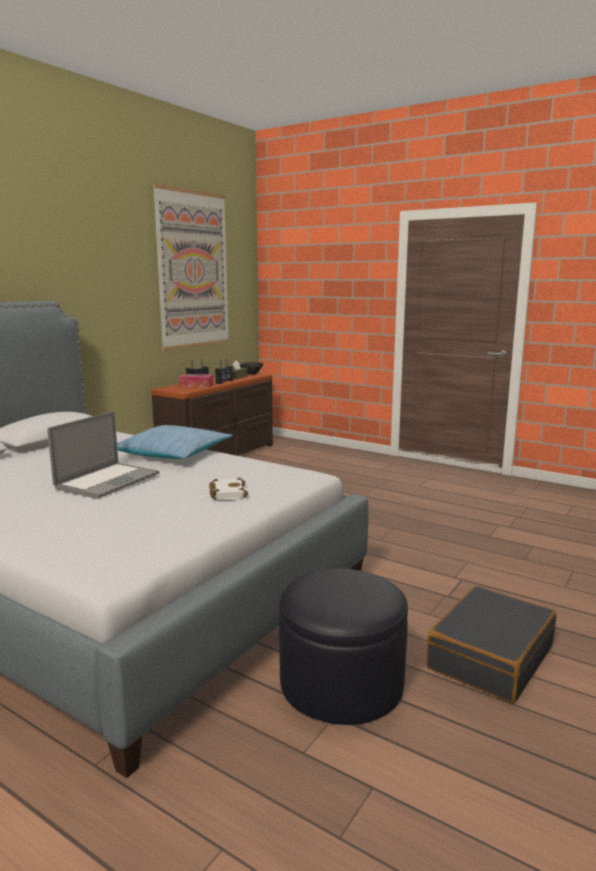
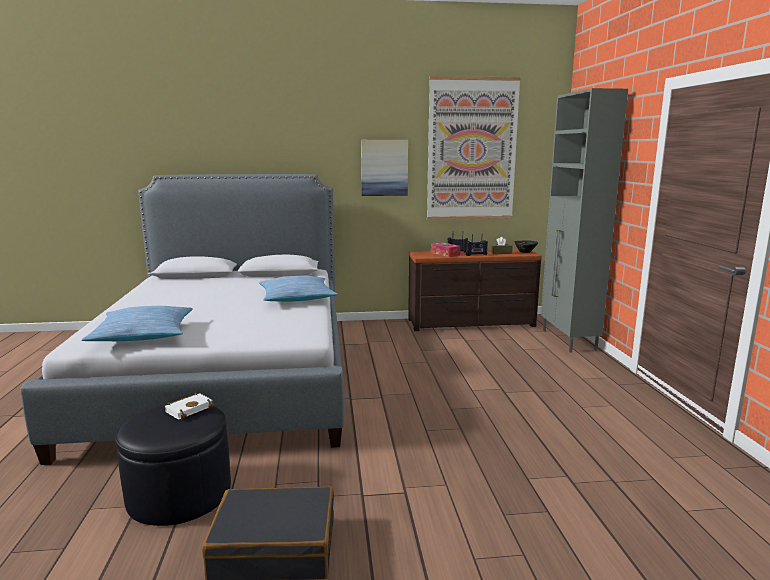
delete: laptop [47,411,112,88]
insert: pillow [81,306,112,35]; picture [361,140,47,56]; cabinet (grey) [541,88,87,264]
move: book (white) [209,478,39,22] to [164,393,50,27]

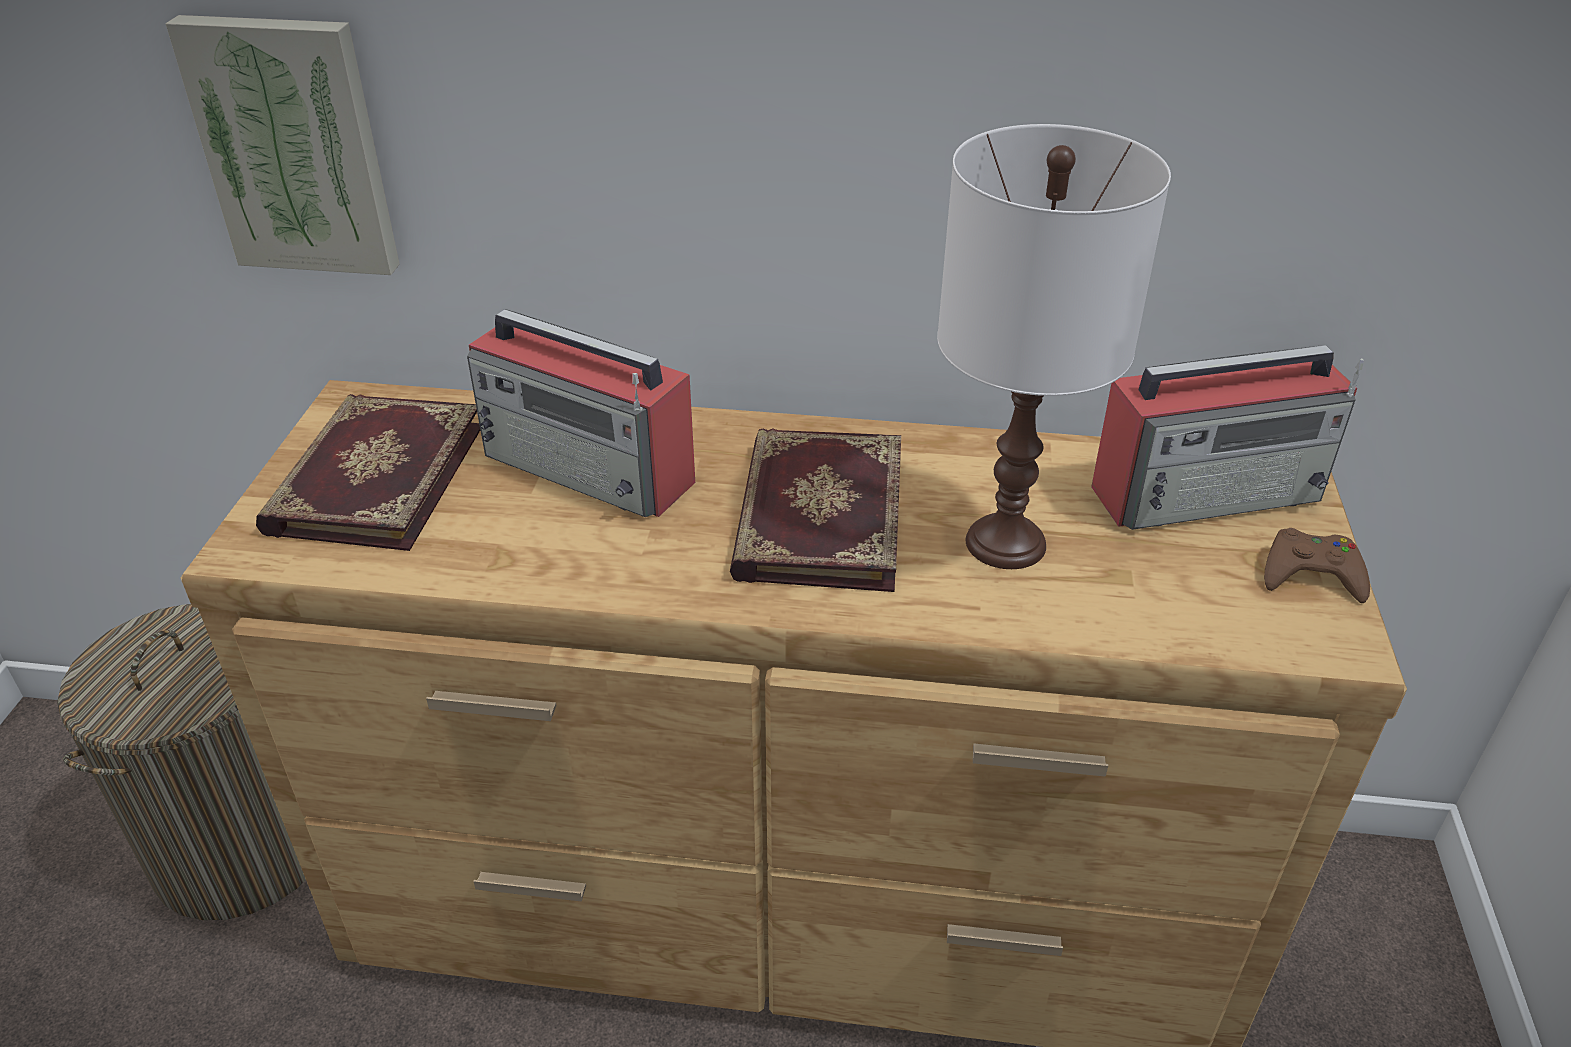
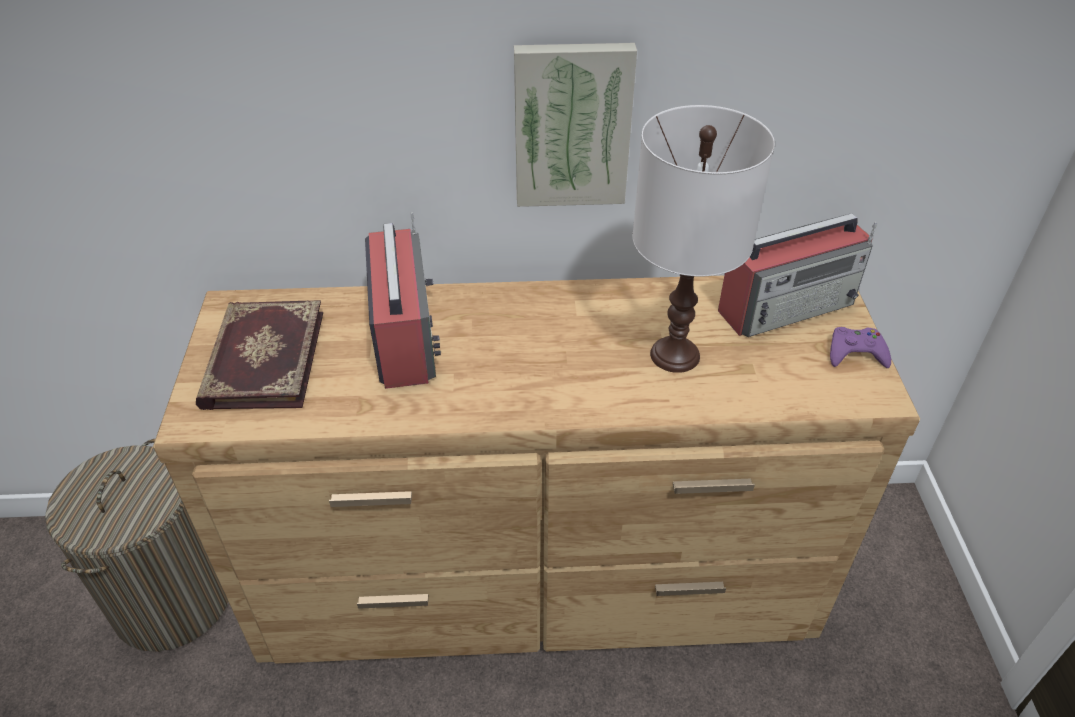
delete: book [730,428,171,164]
move: picture [165,15,235,260] to [514,43,123,164]
recolor: game controller (brown) [1264,528,106,75] to game controller (purple) [830,327,61,41]
rotate: radio [467,309,228,208] = [365,213,76,176] 120 degrees counterclockwise

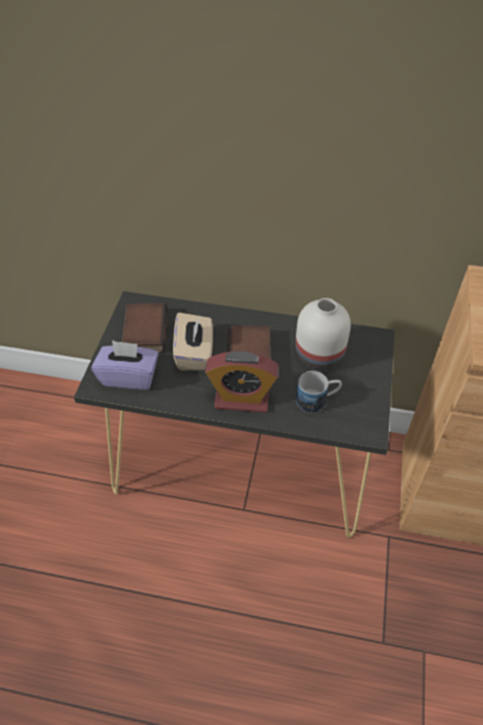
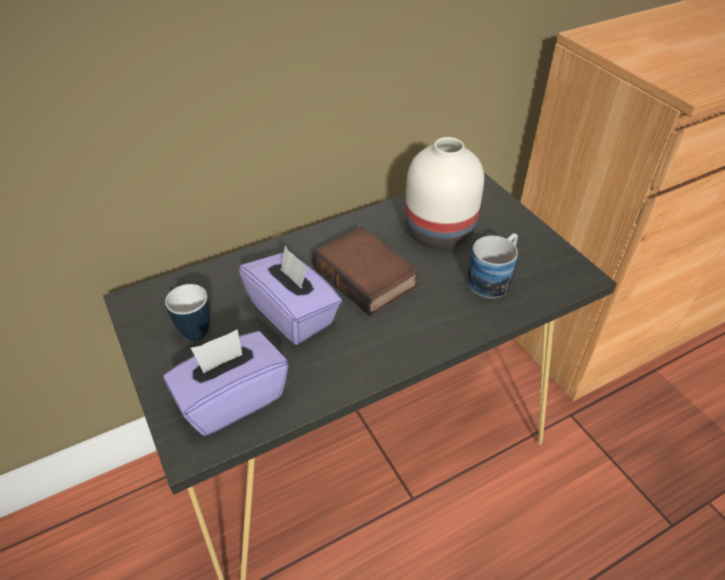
delete: alarm clock [205,351,74,62]
replace: book [122,303,46,50] to mug [165,284,45,57]
recolor: tissue box (beige) [173,313,40,57] to tissue box (purple) [239,246,103,99]

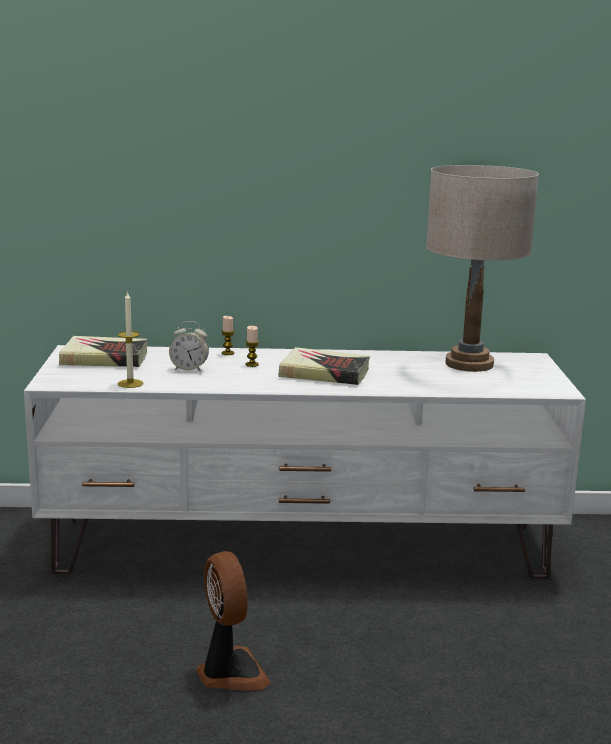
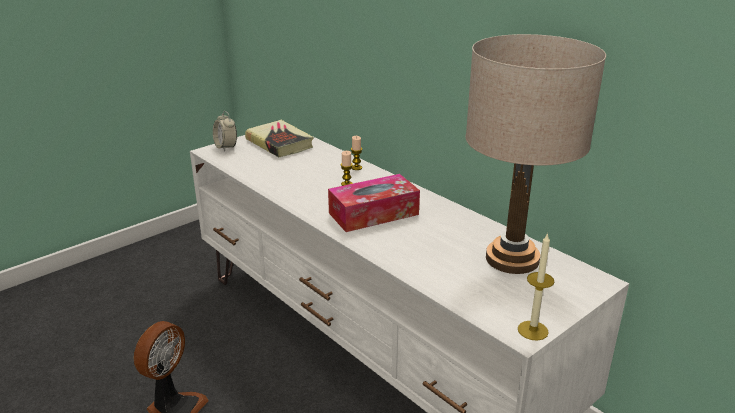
move: candle [118,291,25,97] to [518,233,36,108]; alarm clock [169,321,40,51] to [213,111,24,41]
replace: book [278,347,92,38] to tissue box [328,174,92,58]

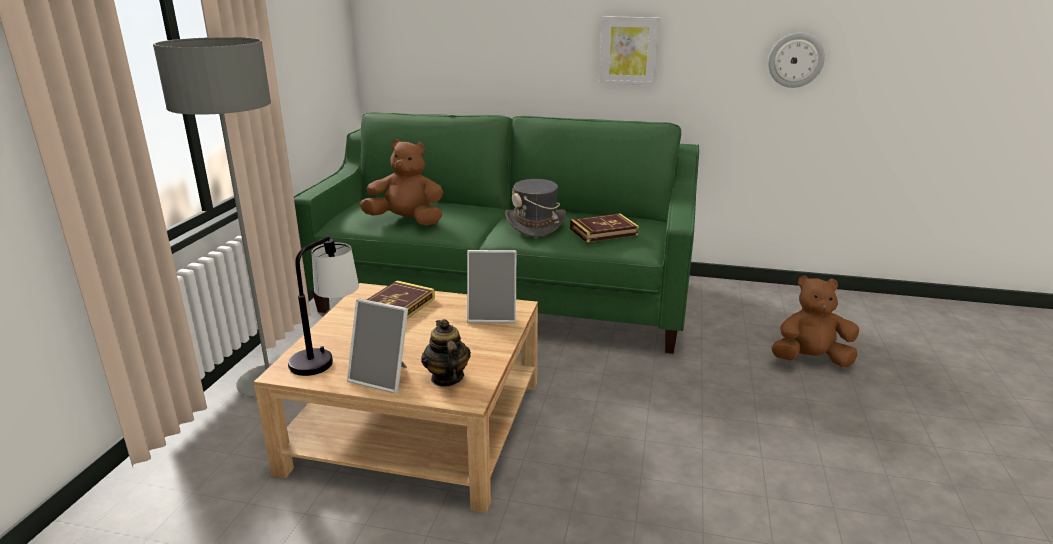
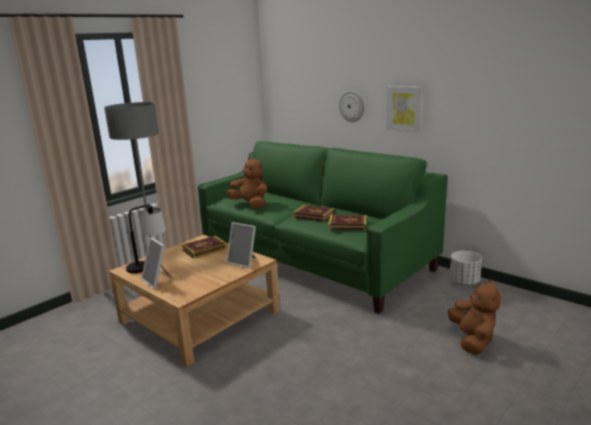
delete: teapot [421,319,50,67]
insert: planter (white) [450,251,32,34]
move: wall clock [768,33,57,55] to [339,90,26,32]
replace: hat (grey) [505,179,61,58] to book [293,205,42,17]
rotate: plush toy (brown) [772,275,87,92] = [448,279,53,76] 60 degrees clockwise

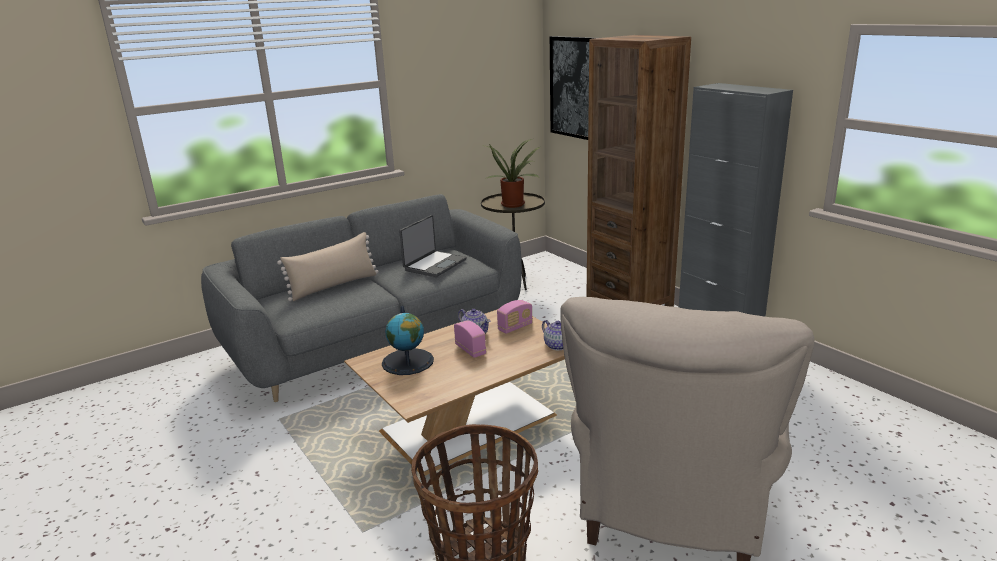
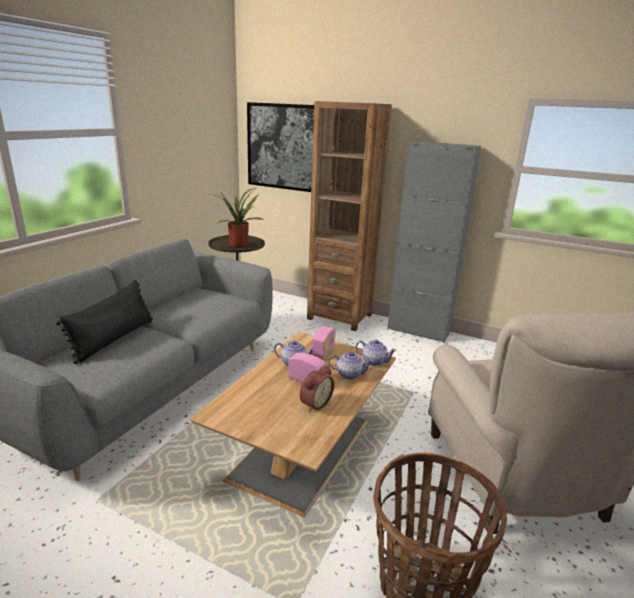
delete: globe [382,306,52,69]; laptop [399,215,68,62]
insert: alarm clock [300,365,34,47]; teapot [328,352,45,28]
recolor: pillow (beige) [277,232,101,69] to pillow (black) [56,280,97,84]

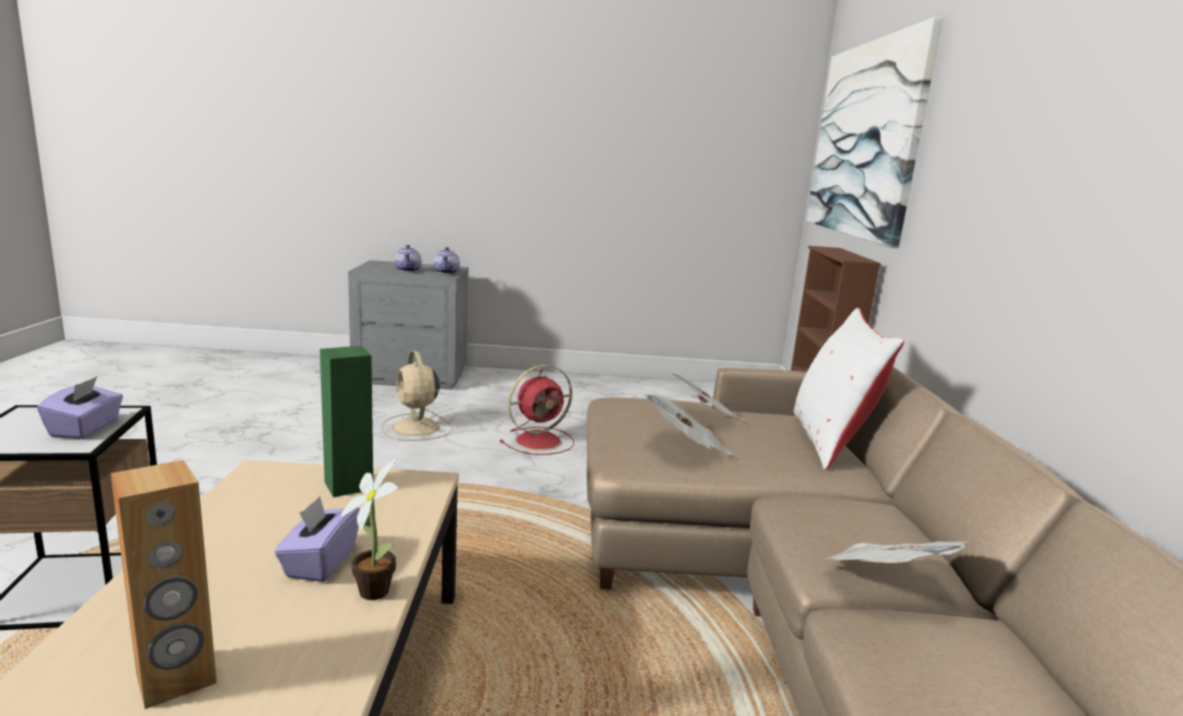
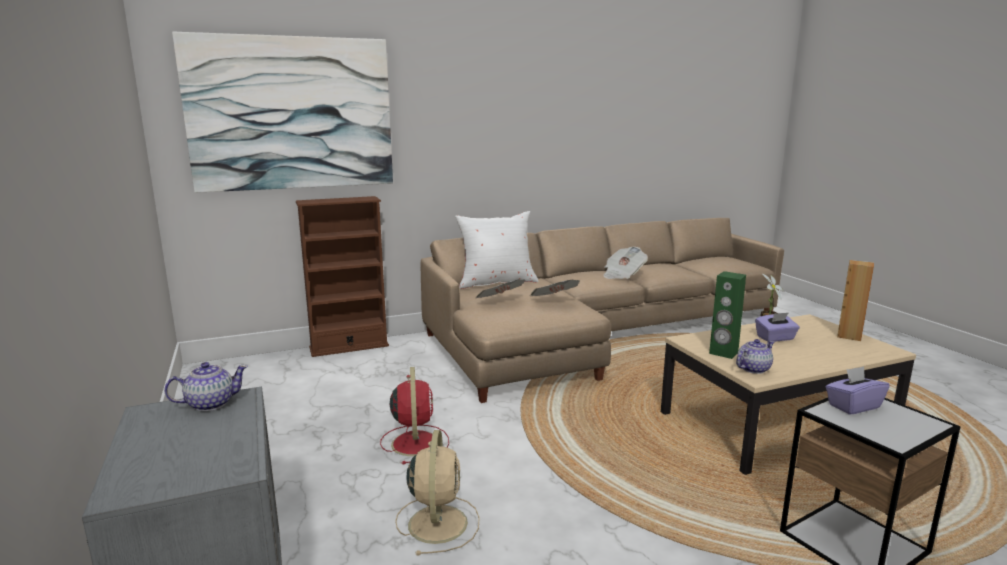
move: teapot [394,245,28,27] to [736,339,38,35]
rotate: fan (beige) [381,351,71,90] = [395,430,85,125] 45 degrees counterclockwise; fan (red) [499,365,75,90] = [380,367,69,98] 45 degrees clockwise

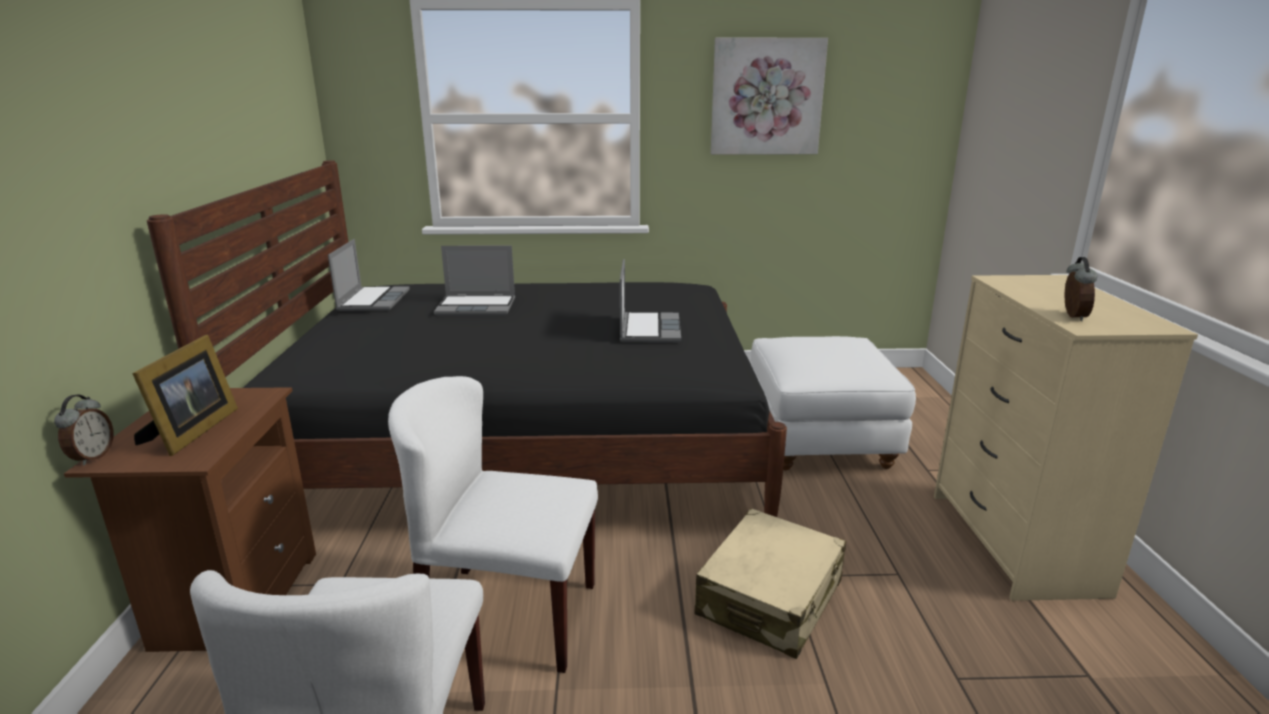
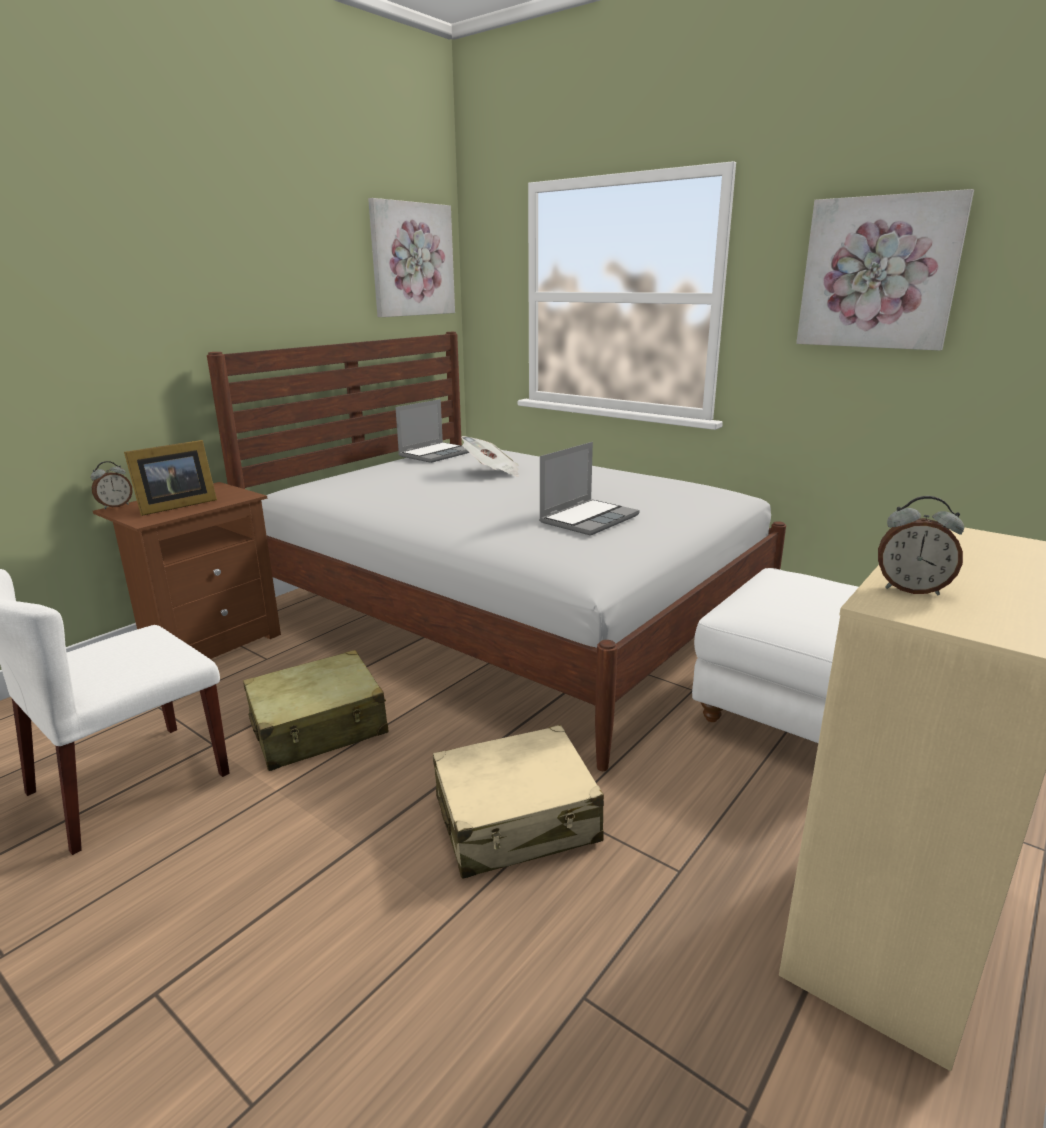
insert: picture [368,198,87,119]
replace: chair (white) [388,376,210,297] to suitcase (beige) [243,650,145,121]; laptop [434,245,81,71] to newspaper [461,436,58,40]
recolor: bed (black) [147,160,640,357] to bed (white) [207,332,579,439]
rotate: alarm clock [1064,257,33,64] = [878,496,86,99] 60 degrees clockwise

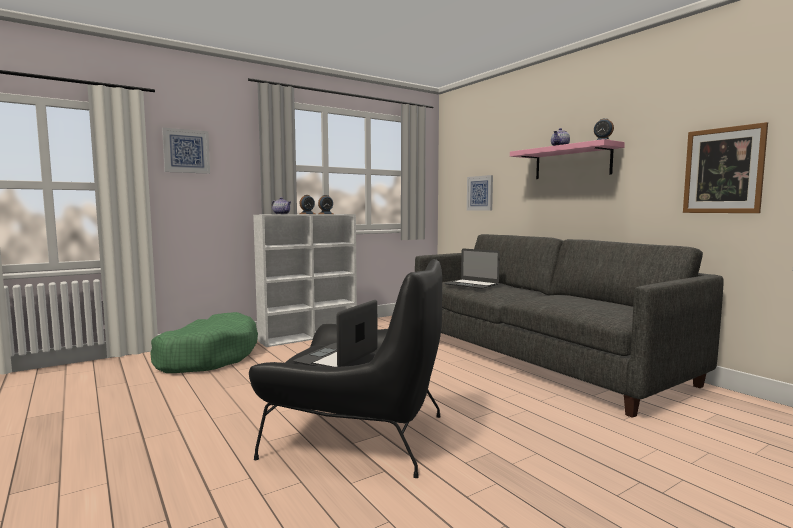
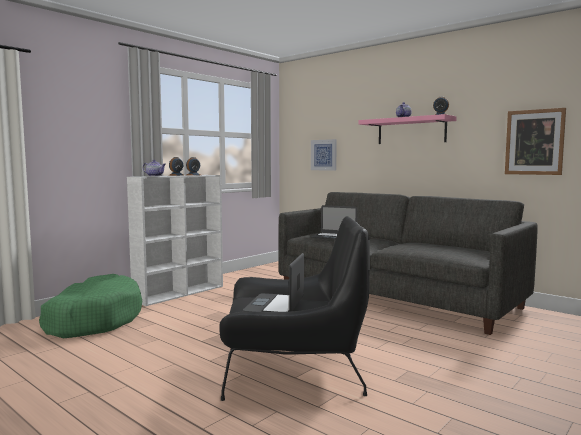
delete: picture [162,128,48,46]

